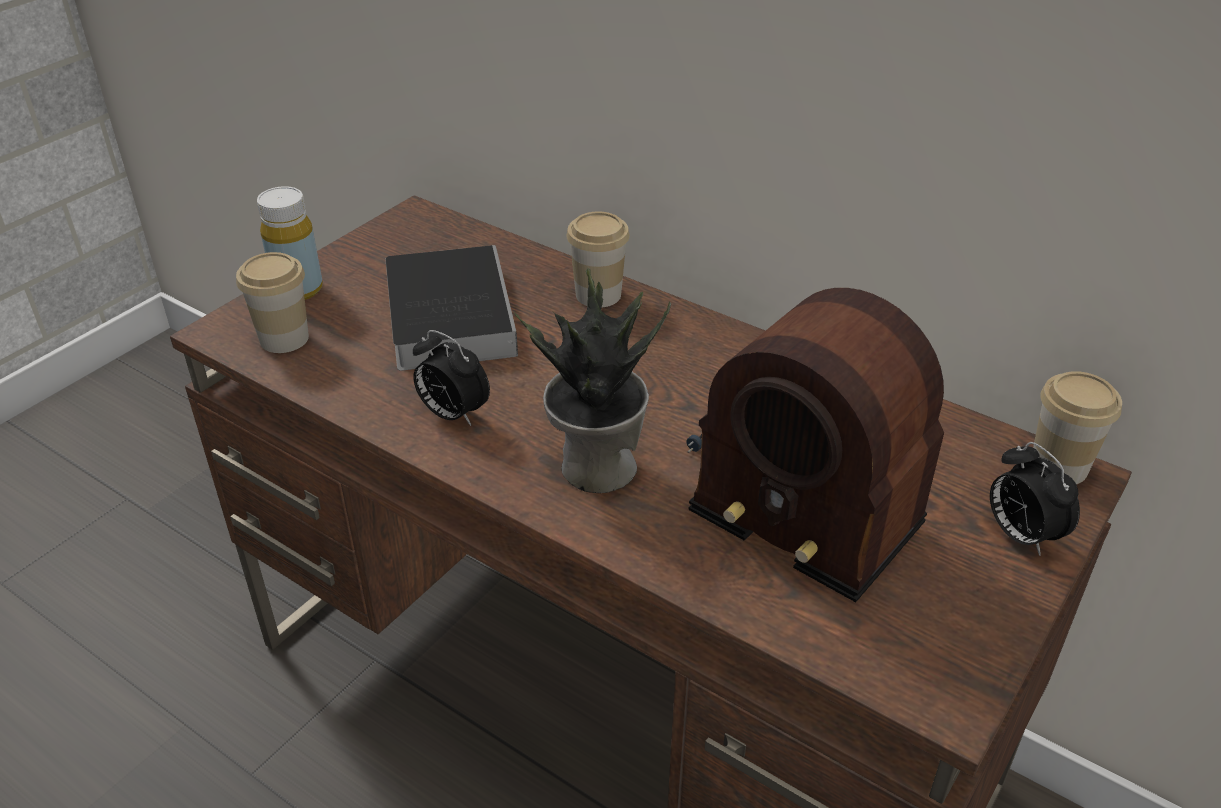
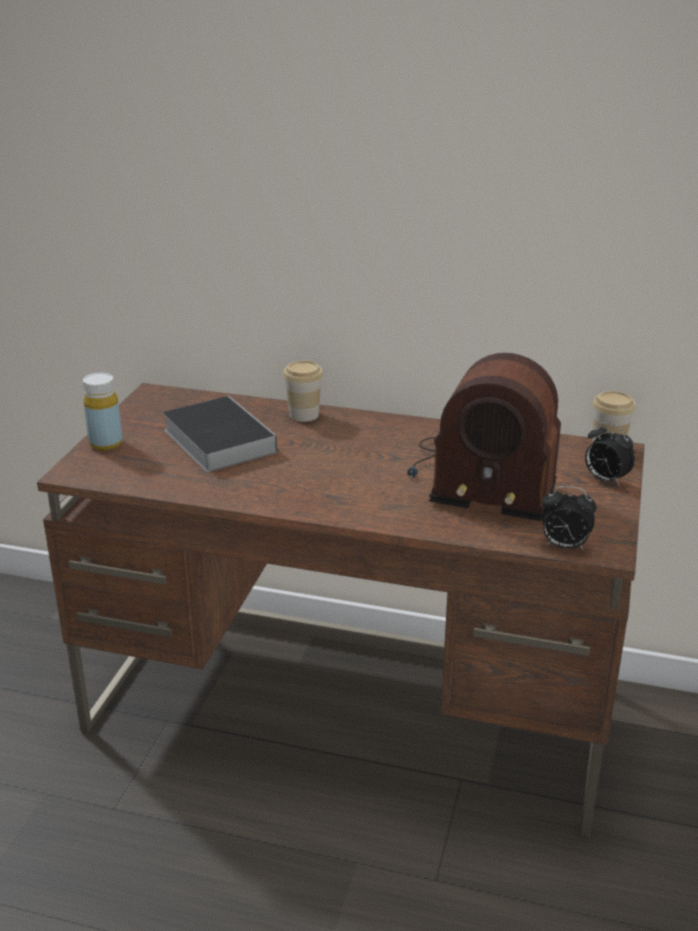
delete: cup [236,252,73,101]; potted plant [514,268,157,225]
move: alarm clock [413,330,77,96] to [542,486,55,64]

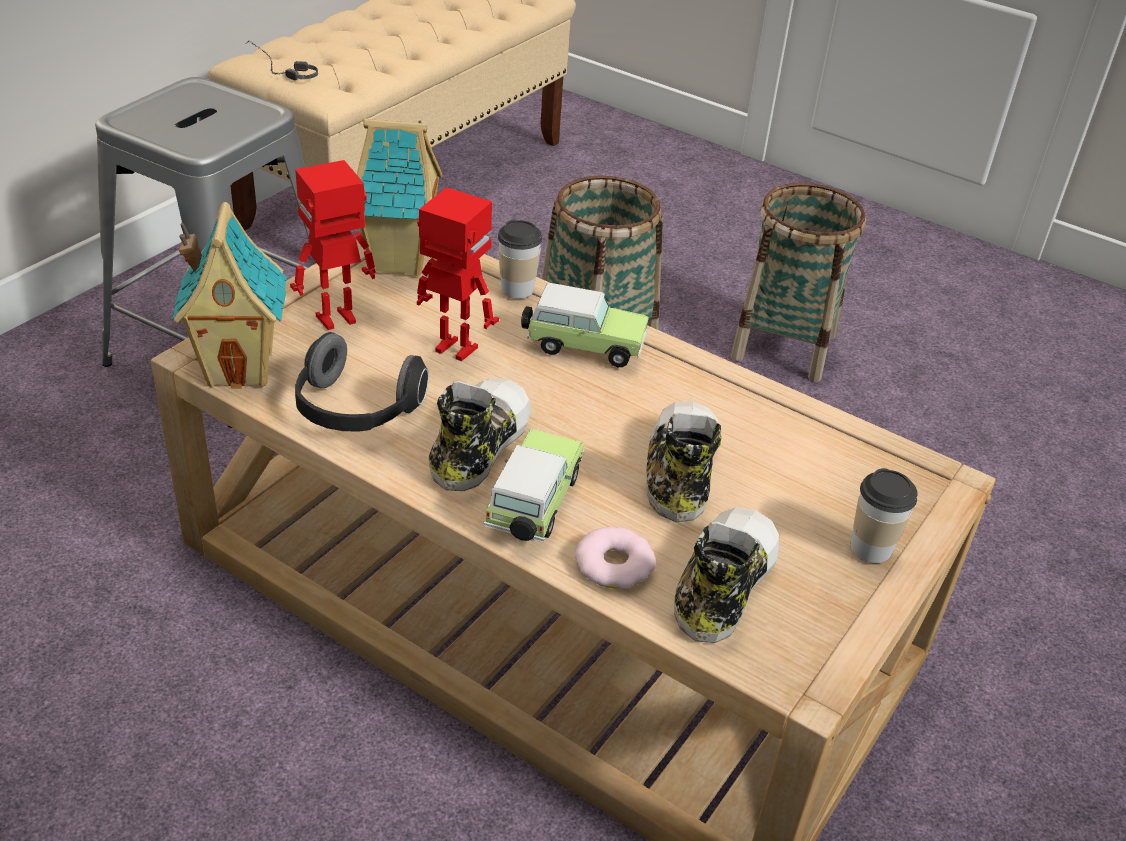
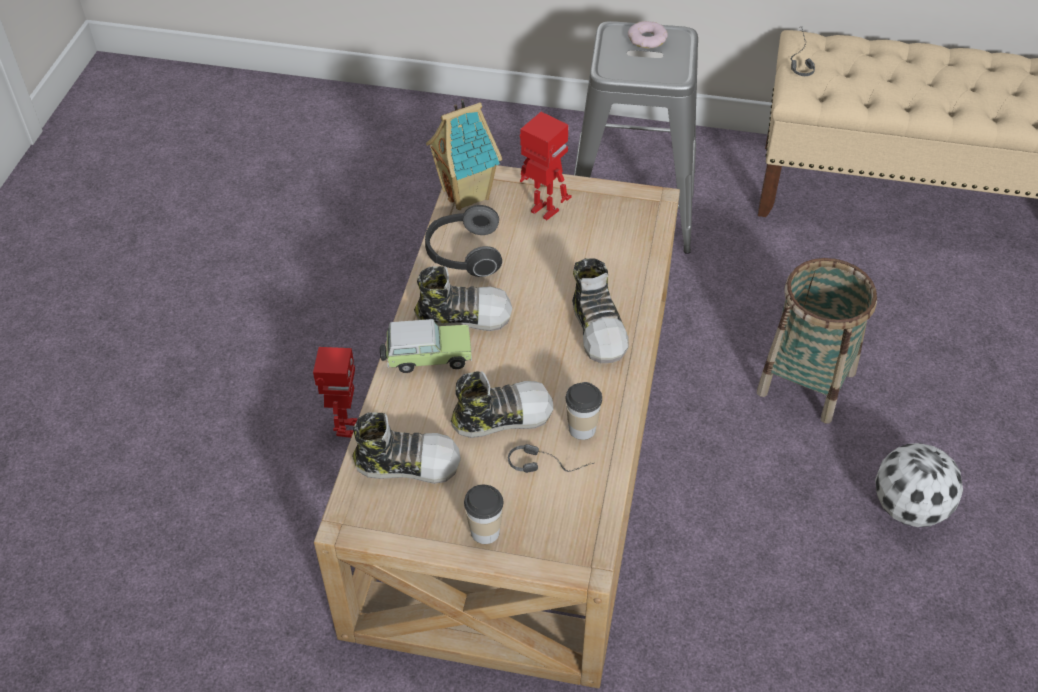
delete: toy house [357,119,85,157]
insert: headphones [508,444,86,29]
move: toy robot [417,187,82,174] to [313,347,44,91]; cup [498,220,44,79] to [566,382,36,58]; donut [575,527,80,62] to [628,21,40,27]
replace: toy car [521,283,128,84] to shoe [572,258,57,105]; basket [731,183,135,199] to football [875,443,88,84]

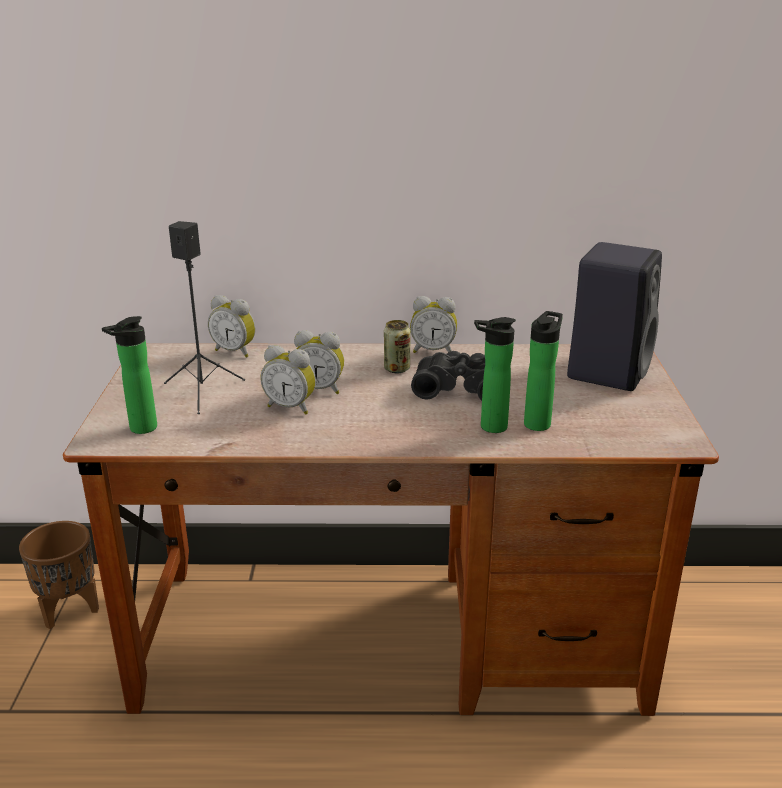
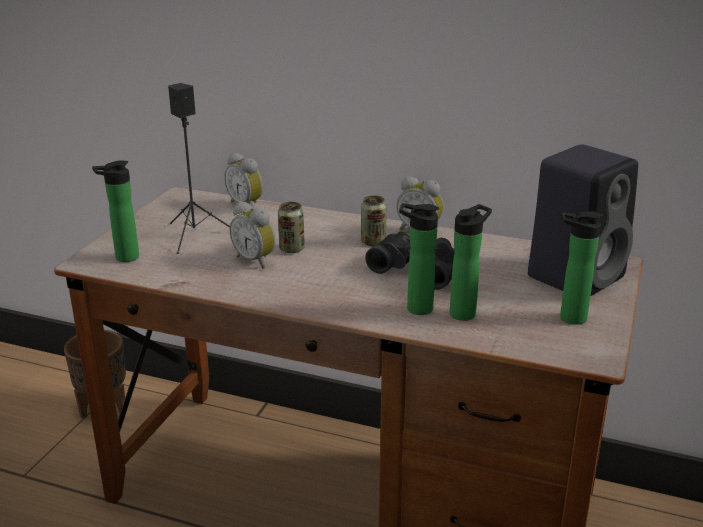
insert: bottle [560,211,43,114]
replace: alarm clock [294,330,50,64] to can [278,202,27,51]

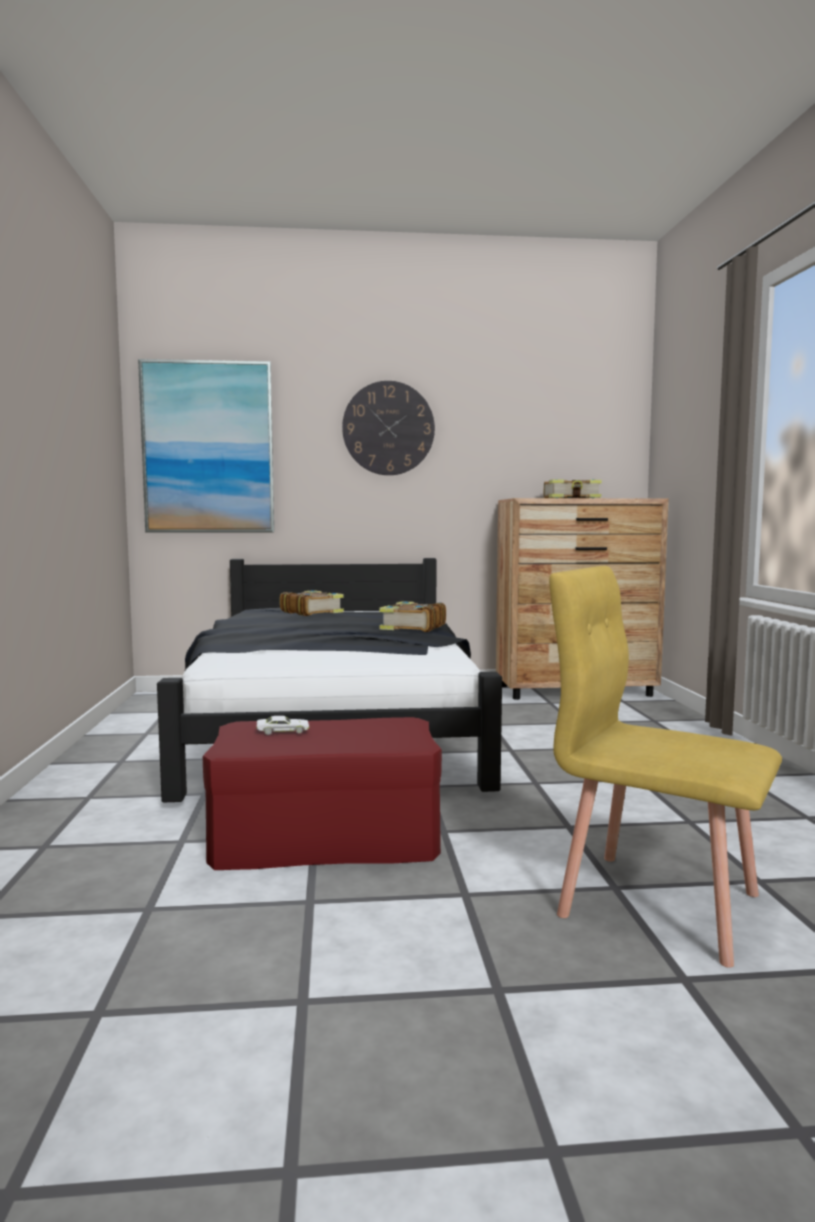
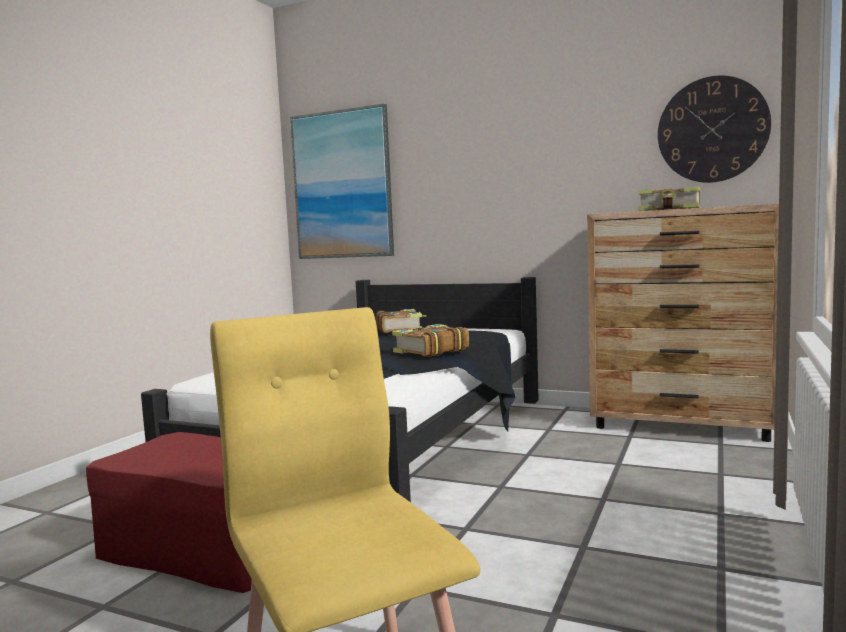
delete: toy car (white) [257,716,52,19]
move: wall clock [342,381,93,94] to [658,75,113,108]

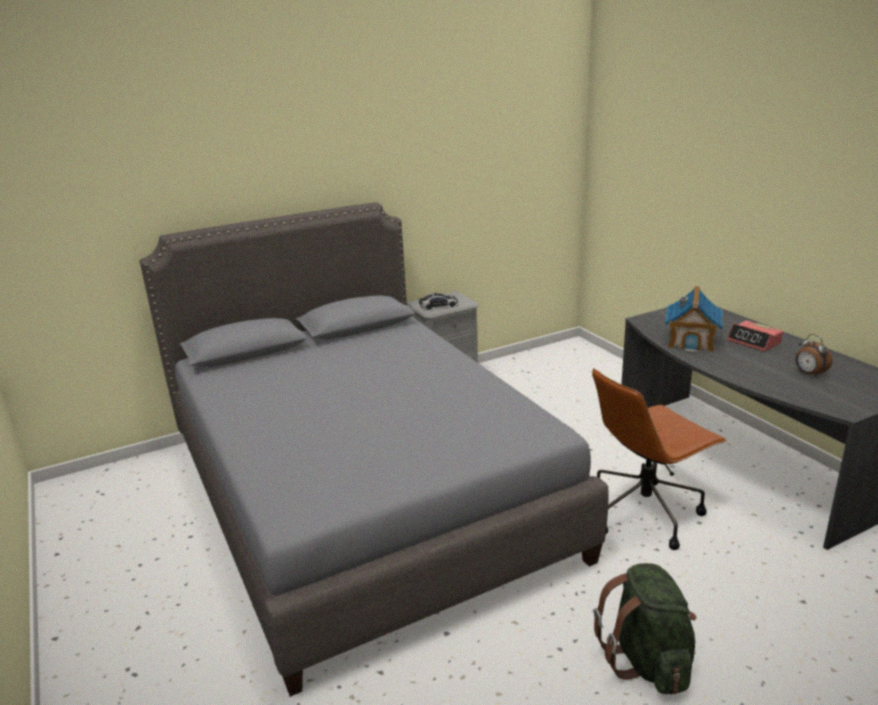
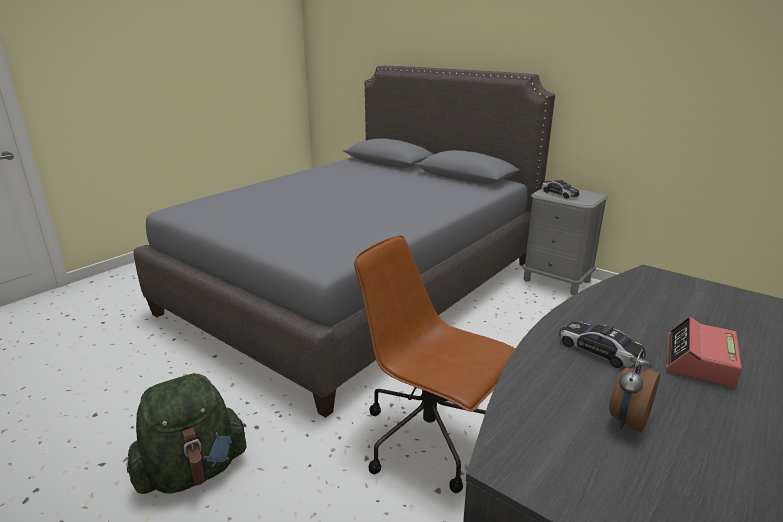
delete: toy house [665,286,58,67]
insert: toy car [559,321,87,47]

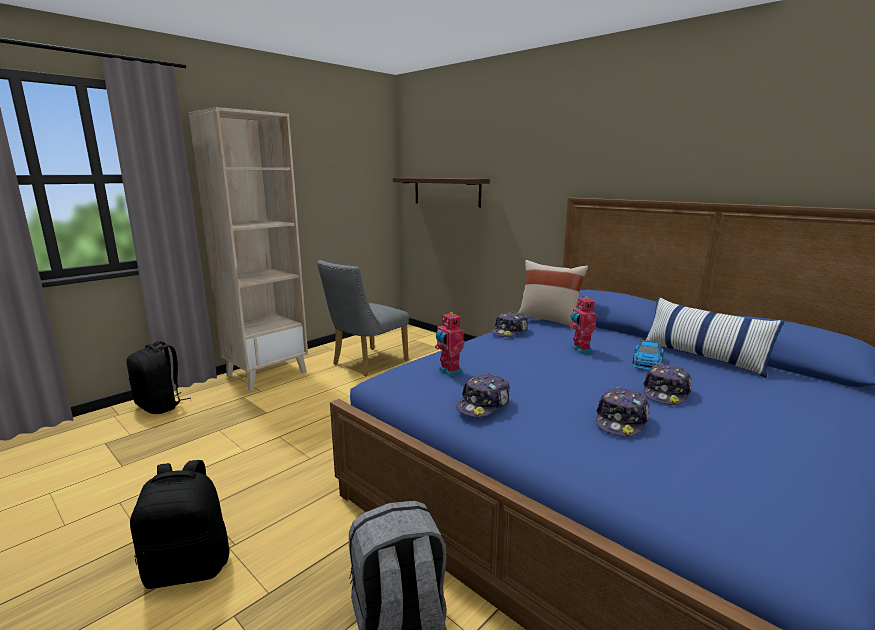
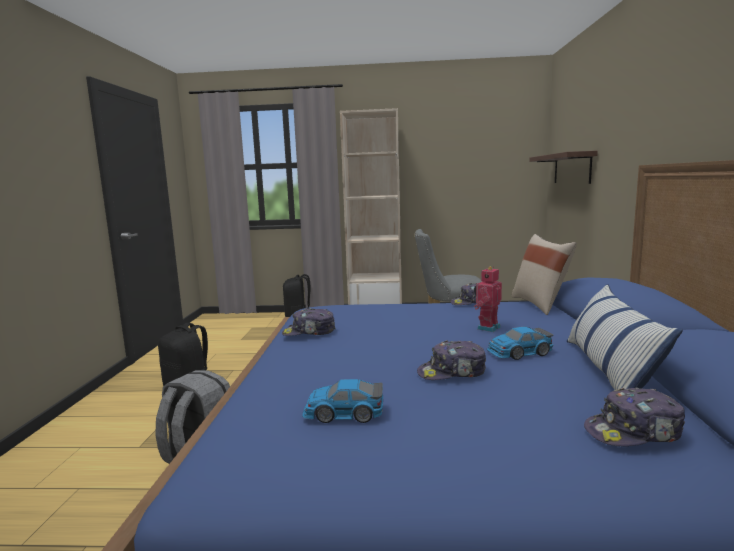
delete: toy robot [435,312,29,64]
insert: toy car [302,379,81,44]
move: cap [596,387,54,50] to [584,387,101,59]

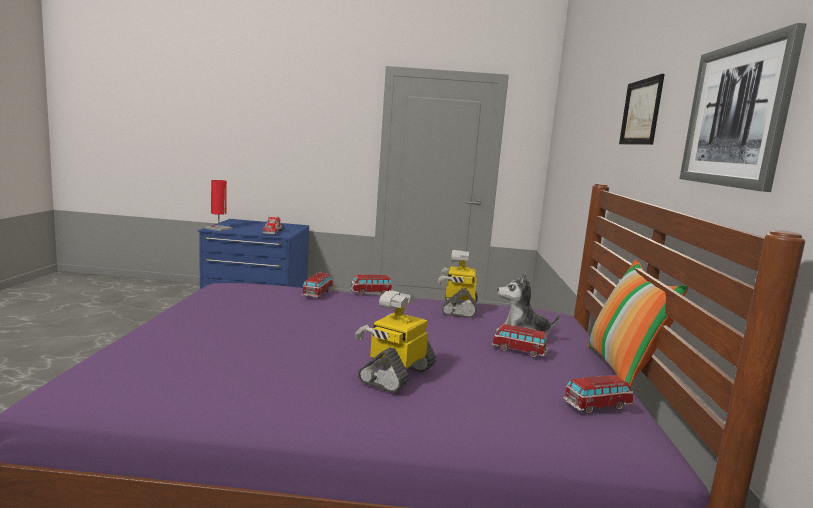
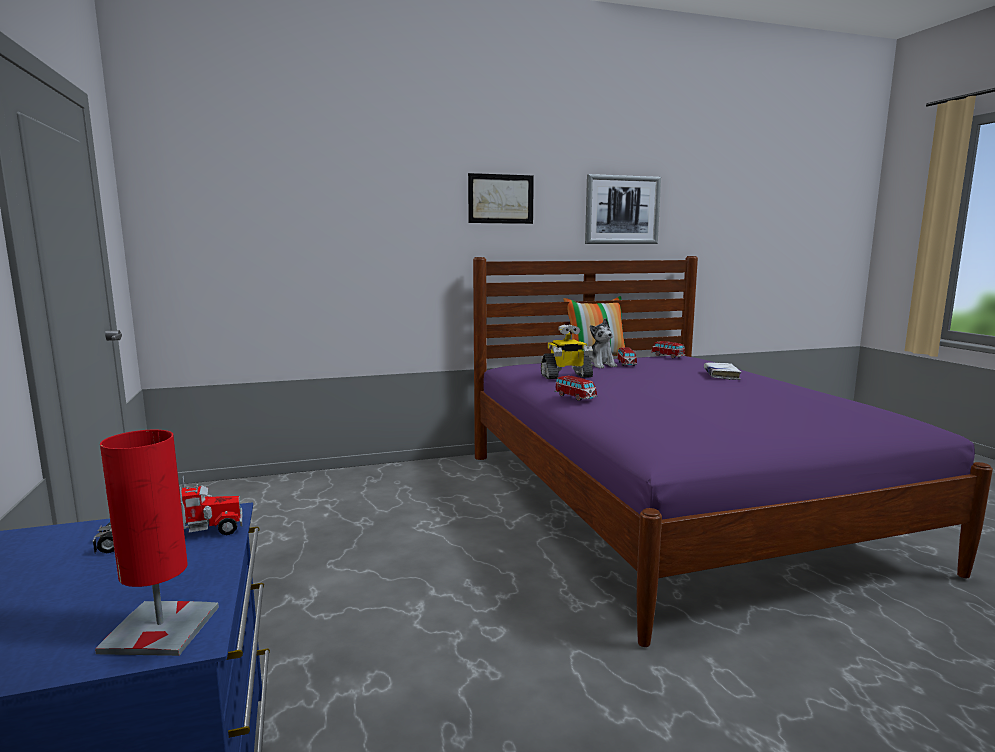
delete: toy car [302,273,31,25]
replace: toy robot [355,290,81,103] to book (white) [704,363,37,17]

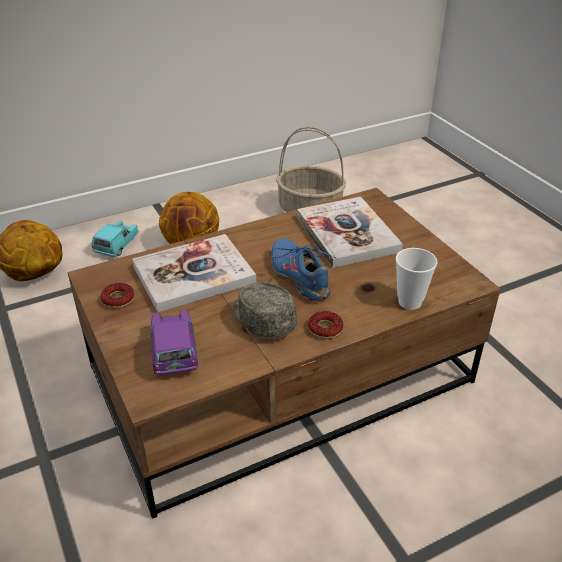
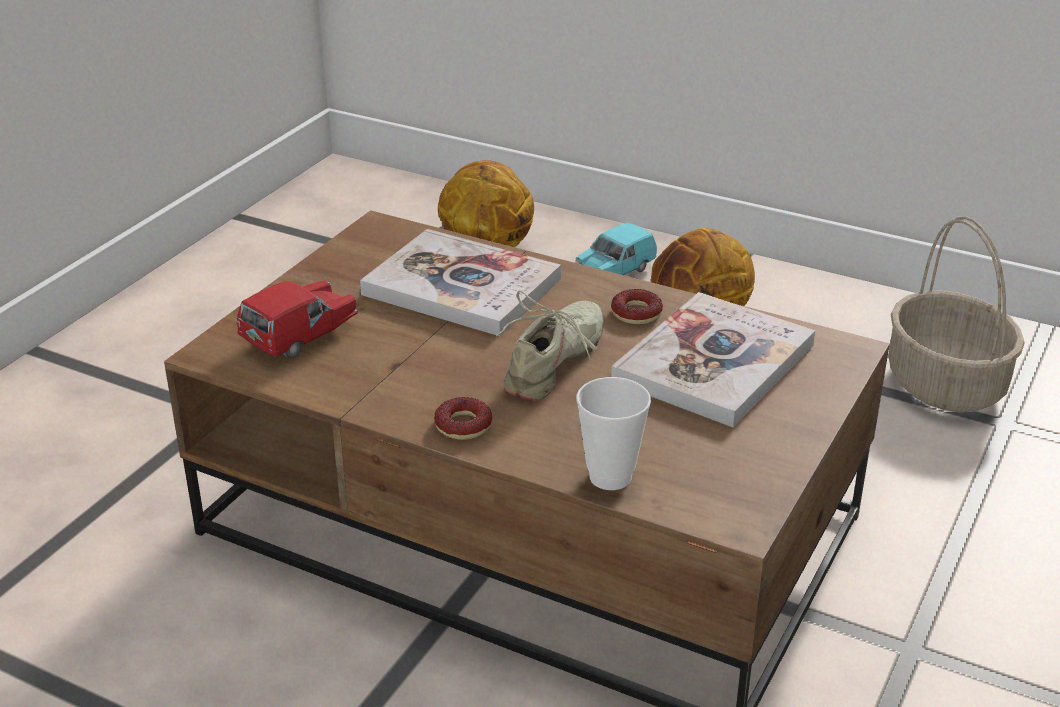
delete: cap (grey) [233,282,64,57]
move: donut [100,283,34,26] to [611,289,52,35]
recolor: toy car (purple) [151,310,47,65] to toy car (red) [237,280,121,78]; shoe (blue) [270,238,69,64] to shoe (beige) [496,290,108,111]
rotate: toy car (turquoise) [92,221,47,36] = [575,223,82,52] 150 degrees clockwise

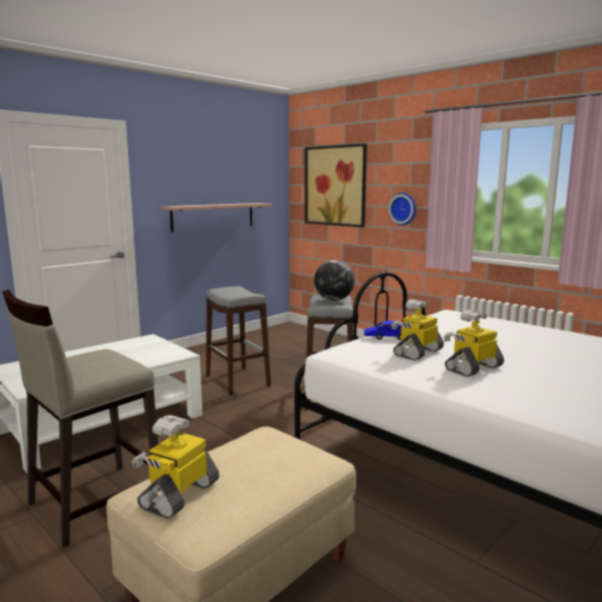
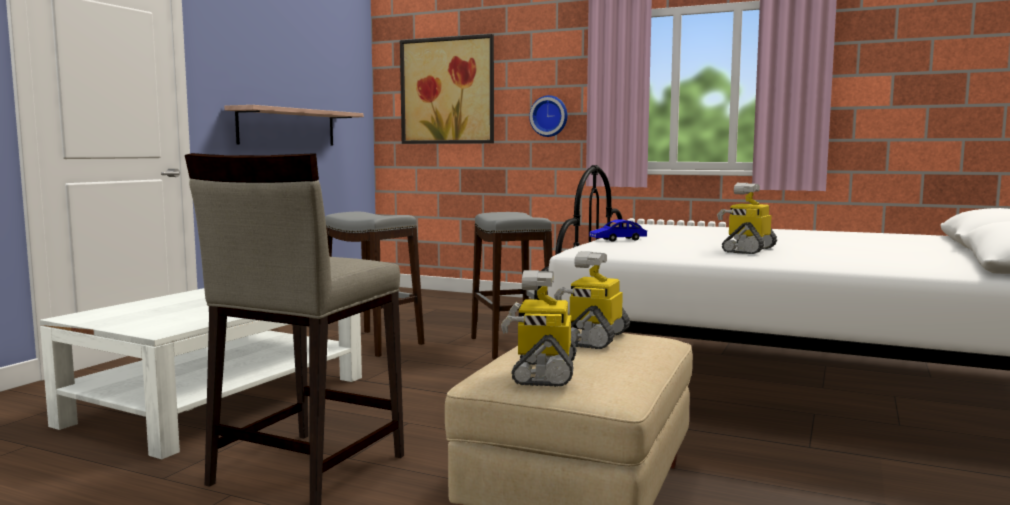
delete: globe [314,260,41,41]
move: toy robot [391,299,53,61] to [554,251,76,98]

